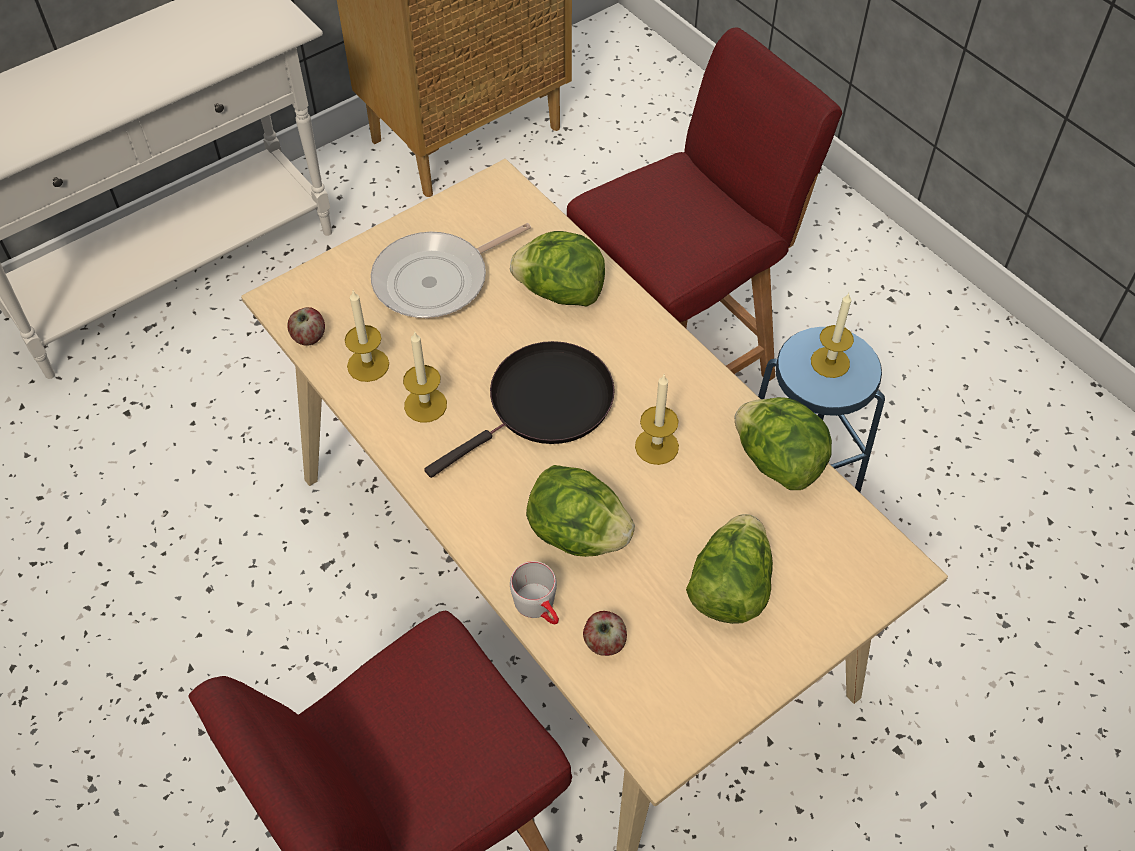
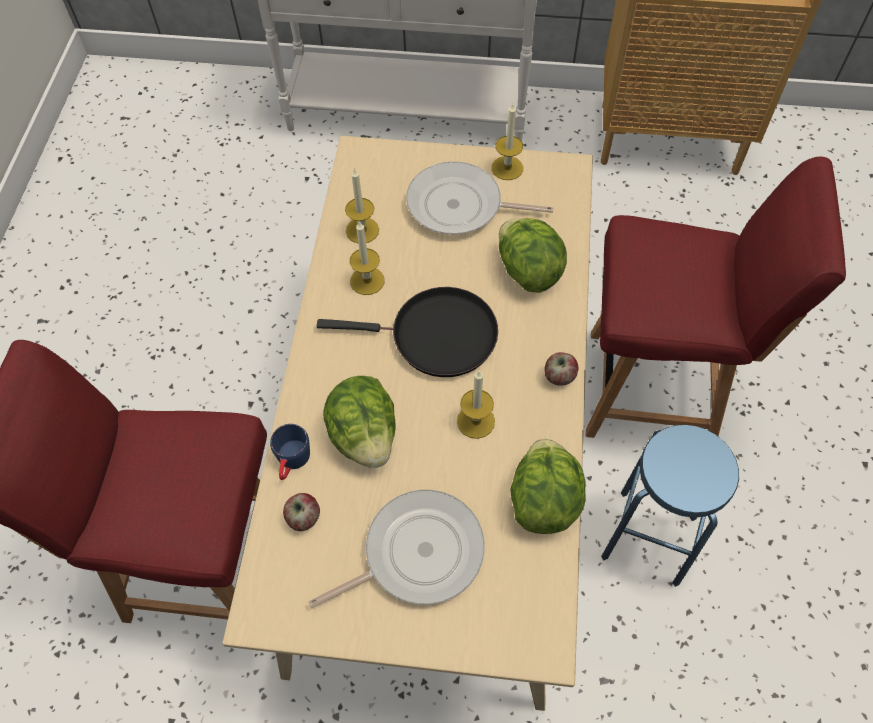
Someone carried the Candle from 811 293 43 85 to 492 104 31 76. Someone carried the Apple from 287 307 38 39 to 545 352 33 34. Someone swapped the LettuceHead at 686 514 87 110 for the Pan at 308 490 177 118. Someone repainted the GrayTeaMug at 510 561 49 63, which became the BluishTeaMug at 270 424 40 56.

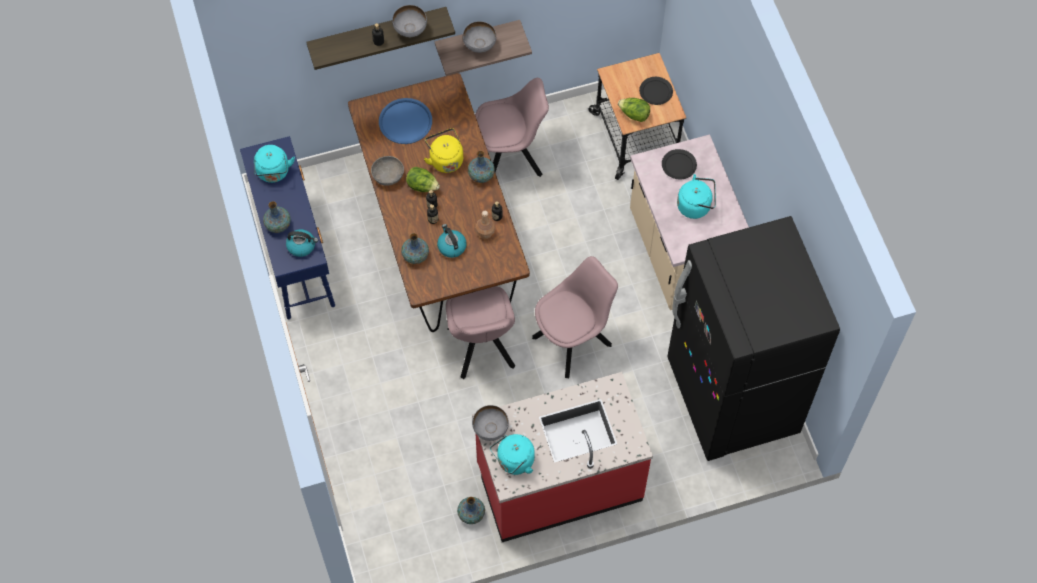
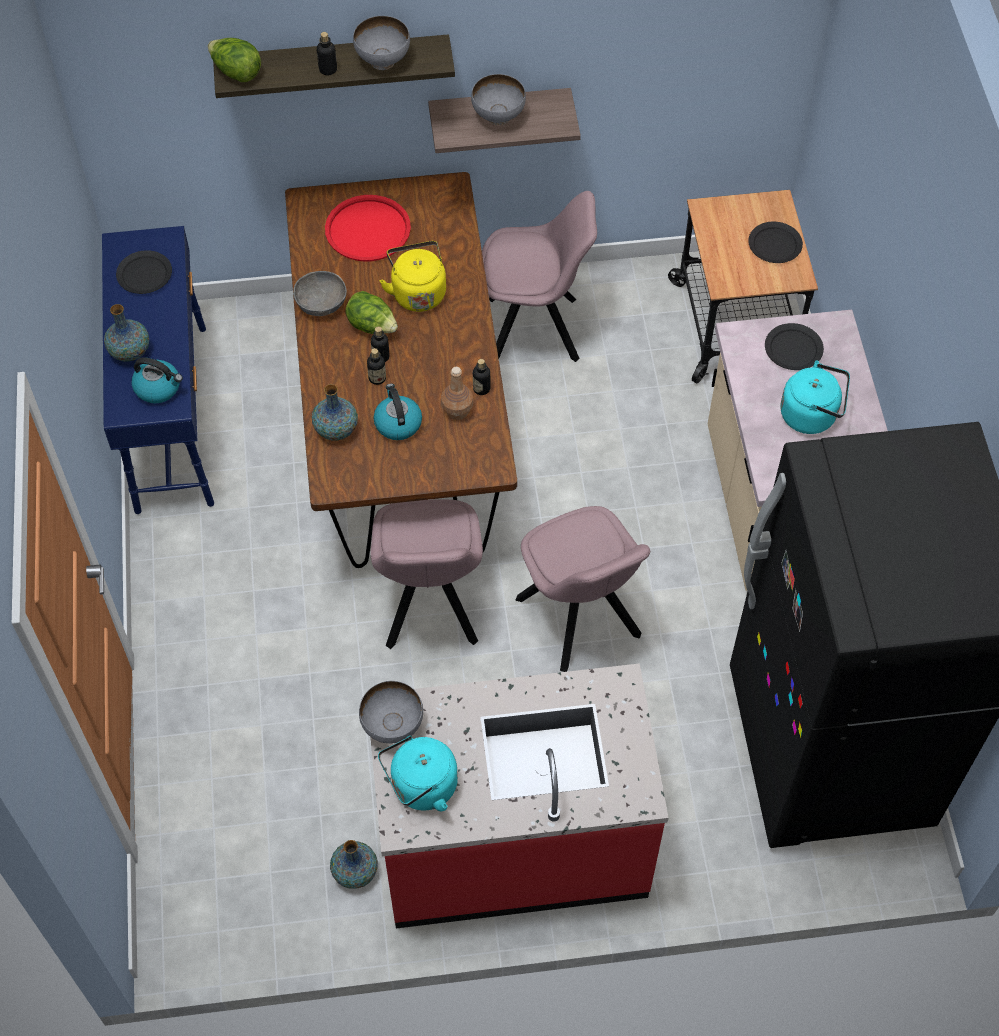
Someone repainted the BluishTray at 379 98 53 46, which became the ReddishTray at 325 195 86 66. Someone carried the LettuceHead from 618 98 32 24 to 208 38 53 44. Someone swapped the BlueGreenWaterKettle at 254 145 41 38 for the BlackColouredDinnerPlate at 116 250 56 44. Someone took away the DecorativeVase at 468 151 27 32. Someone rotated the PinkishUprightChair at 532 256 86 122 by 90 degrees clockwise.

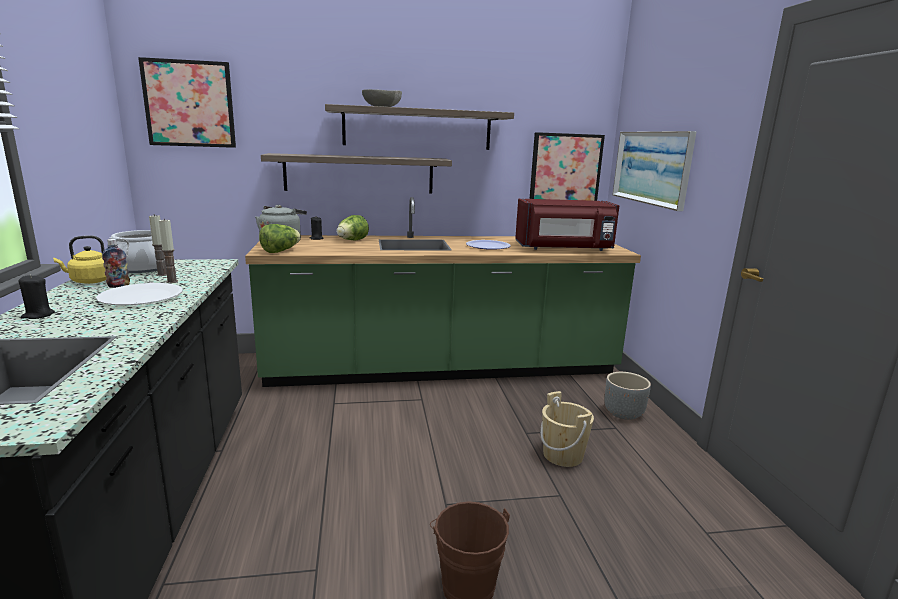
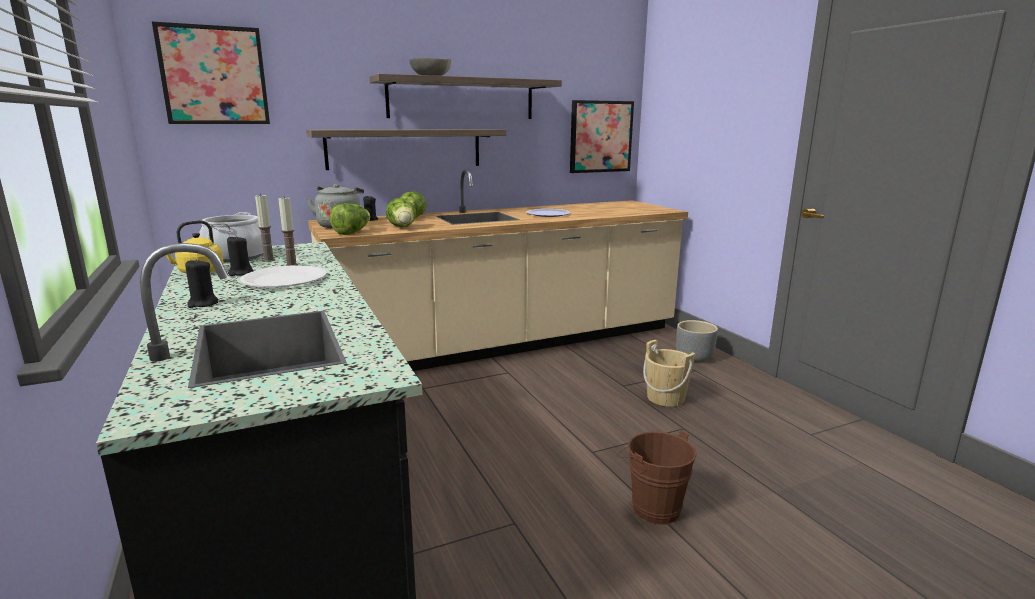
Someone took away the WallPicture at 612 131 85 80. Someone repainted the GreenishKitchenBaseUnit at 245 197 396 190, which became the BeigeColouredKitchenBaseUnit at 308 170 380 201. Someone took away the ReddishKitchenMicrowave at 515 199 104 52. Someone swapped the Bottle at 102 239 28 49 for the BlackColouredCandle at 227 235 26 41. Someone put down the LettuceHead at 386 198 30 29.

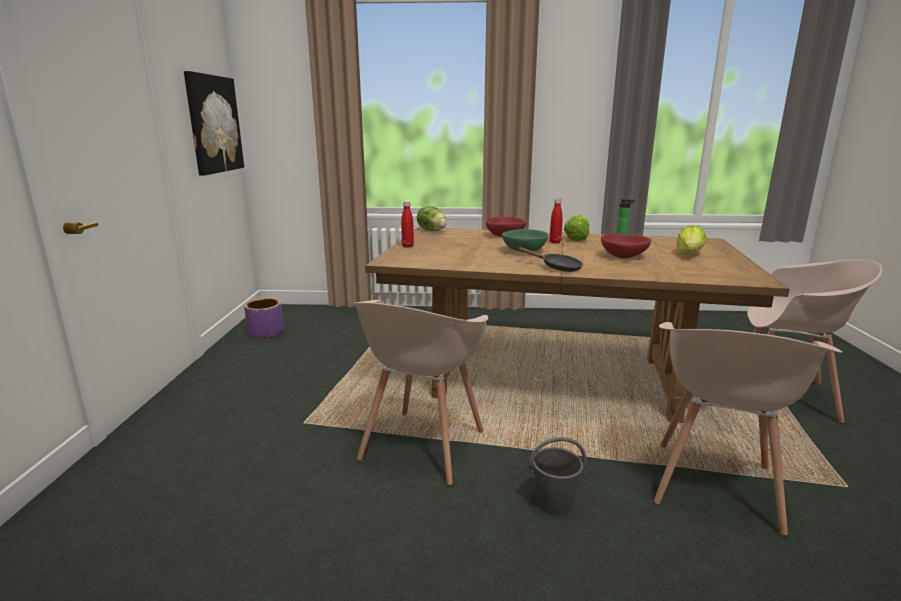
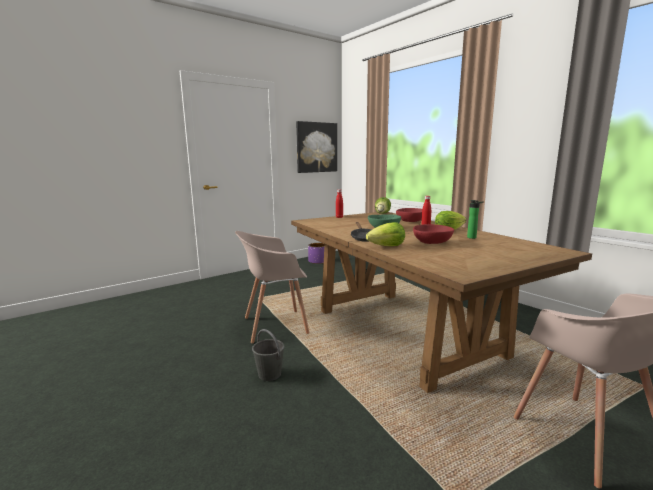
Someone carried the LettuceHead from 676 225 30 29 to 366 222 39 24. Someone took away the BeigeColouredUprightChair at 653 322 189 214.

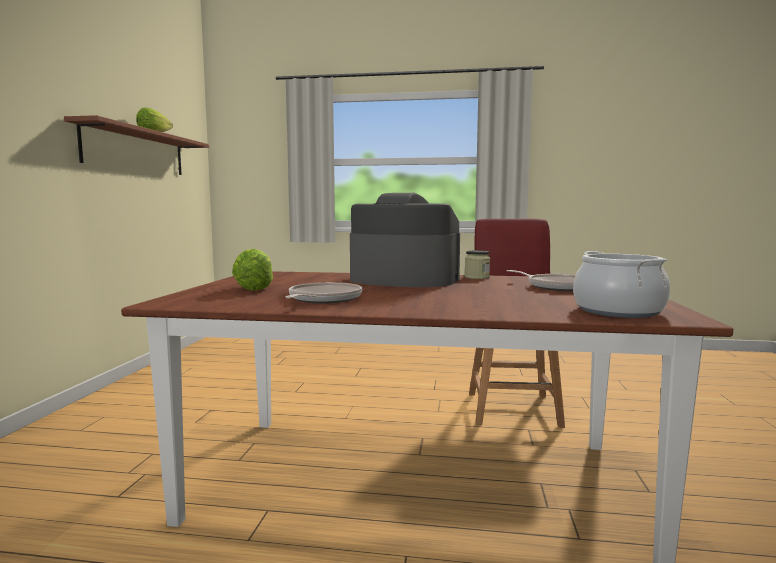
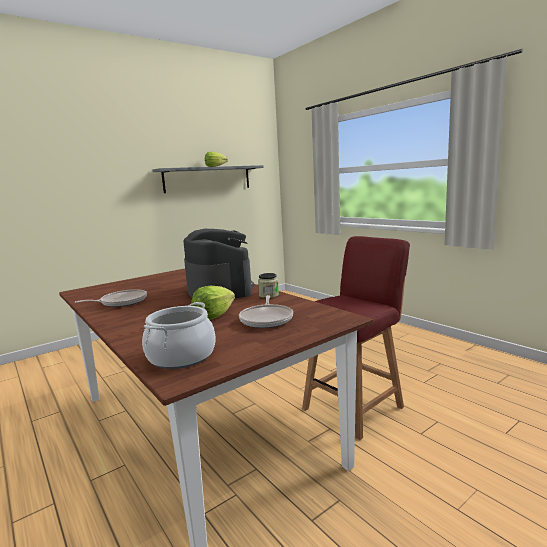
Someone repainted the BrownBracketShelf at 64 115 145 60, which became the GrayBracketShelf at 153 165 111 28. Someone carried the LettuceHead from 232 248 41 43 to 191 286 44 34.

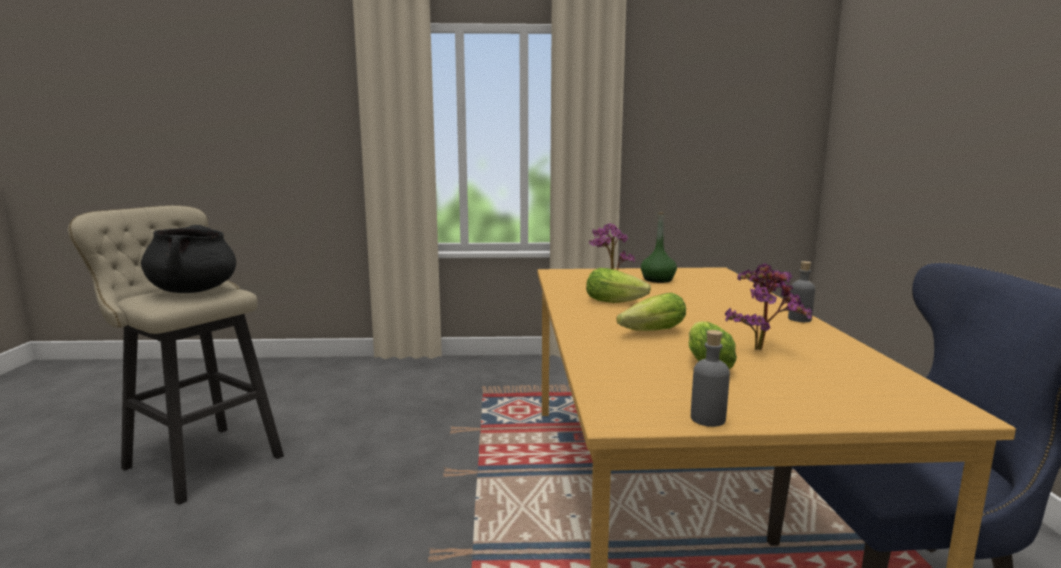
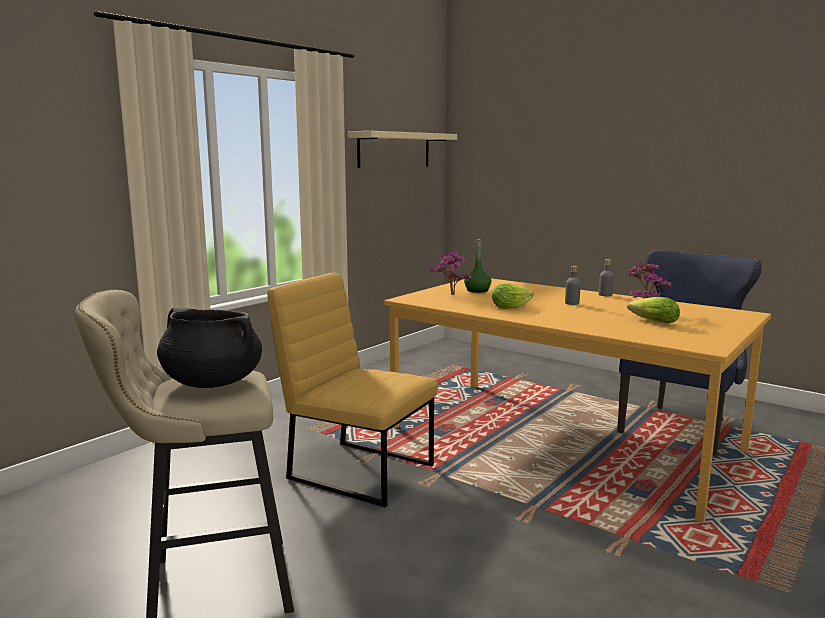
Someone took away the LettuceHead at 617 293 69 38. Someone carried the GrayBottle from 691 330 39 97 to 565 266 16 39. Someone put up the BeigeColouredBracketShelf at 348 131 109 37. Someone put down the YellowUprightChair at 267 273 171 234.

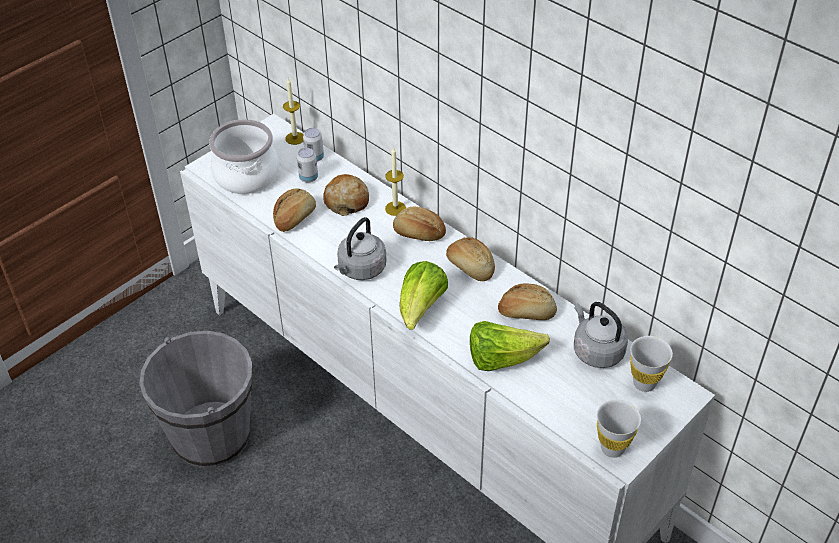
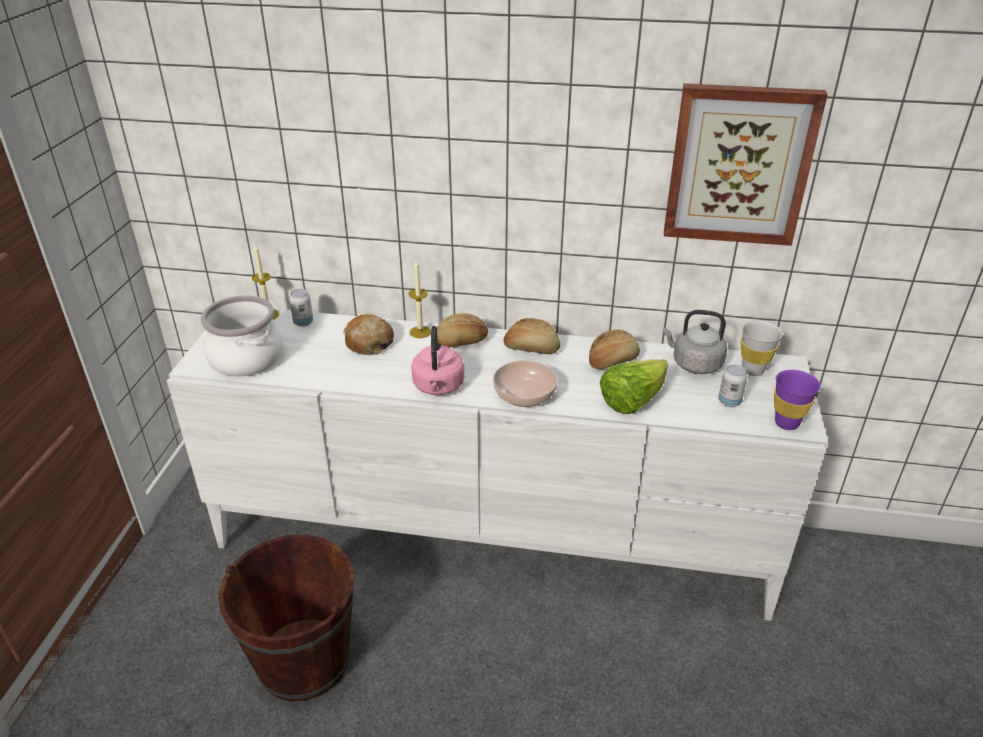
Someone carried the MetalCan from 297 148 21 35 to 718 365 29 42. Someone took away the BakeryBread at 273 188 43 44. Someone repainted the GrayWaterKettle at 334 217 53 63, which became the PinkishWaterKettle at 411 326 53 69. Someone swapped the LettuceHead at 400 261 48 69 for the ServingBowl at 493 360 65 47. Someone repainted the GrayBucket at 139 331 113 137, which became the BrownBucket at 218 535 136 167. Someone repainted the WhiteColouredDrinkingCup at 597 399 44 59, which became the PurpleColouredDrinkingCup at 774 370 47 60. Someone put up the WallPicture at 664 83 164 163.

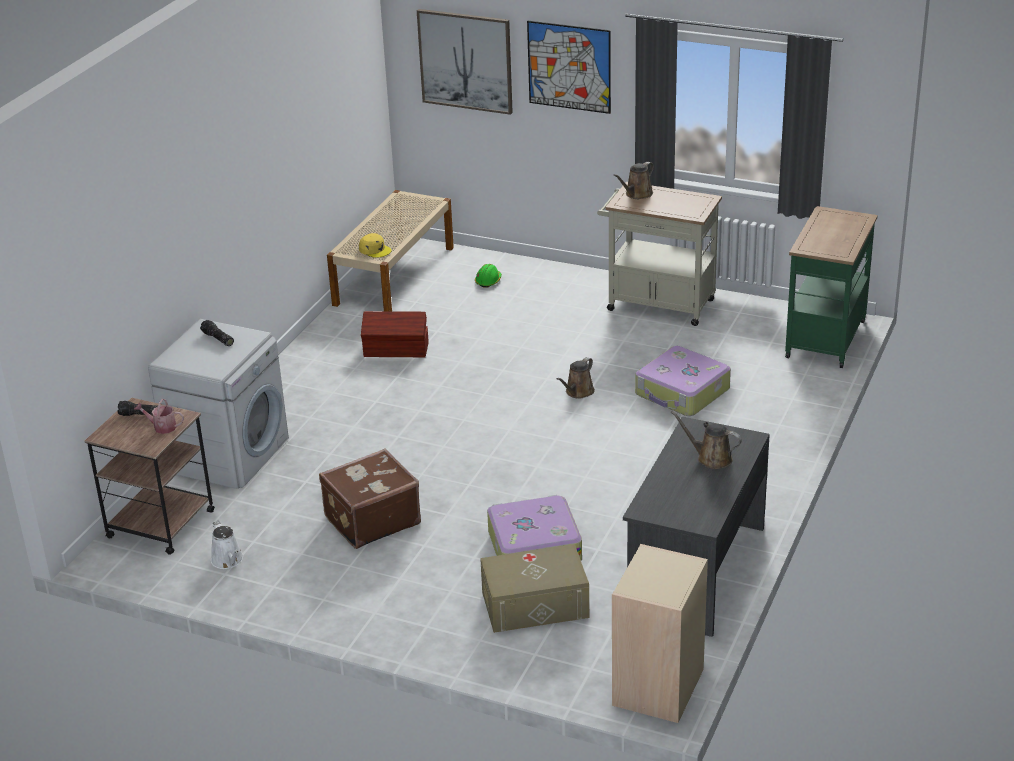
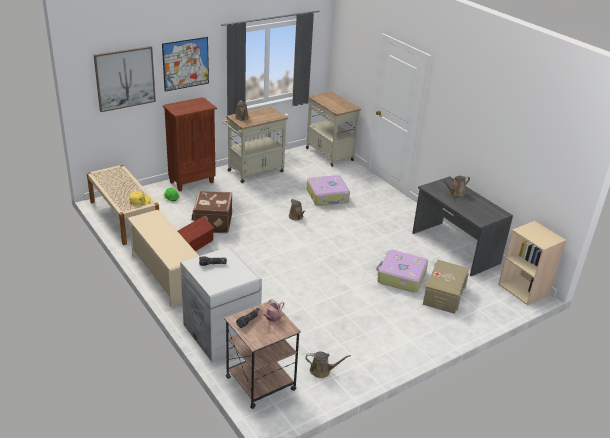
Someone repainted the GreenishWheeledCart at 785 206 93 162, which became the BeigeColouredWheeledCart at 306 91 55 76. Someone carried the BrownTravelCase from 319 449 102 100 to 192 190 40 43. Someone repainted the WhiteColouredWateringCan at 211 521 32 48, which became the BrownWateringCan at 305 352 46 26. Someone put down the BrownCabinet at 163 97 54 95. Someone put down the BeigeColouredShoeRack at 127 210 72 97.

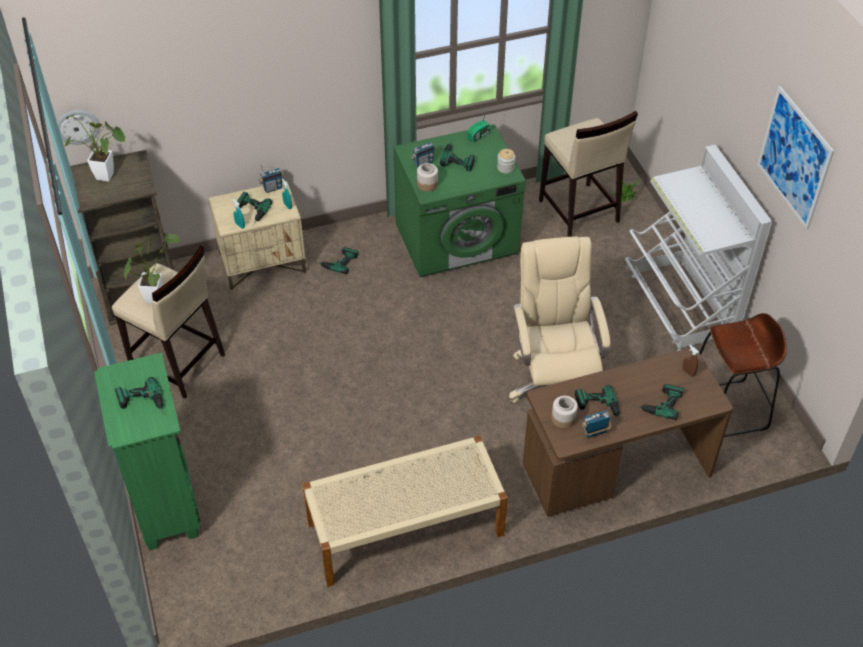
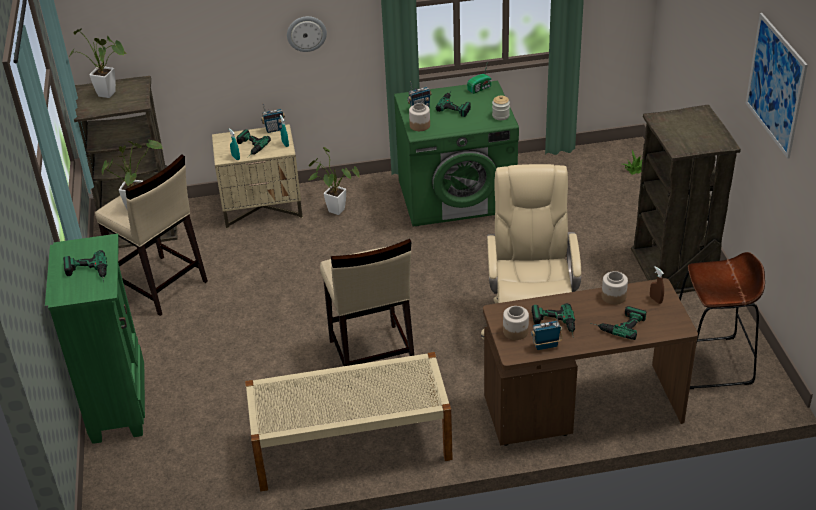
Someone carried the WallClock from 57 110 43 35 to 287 16 40 36. Someone carried the BeigeColouredStool from 539 111 99 126 to 320 239 94 141. Someone swapped the WhiteColouredShoeRack at 625 145 147 206 for the BrownBookshelf at 631 105 110 189. Someone swapped the ElectricDrill at 314 247 44 27 for the PlantInAPot at 309 147 51 68. Someone put down the Jar at 602 271 26 34.

